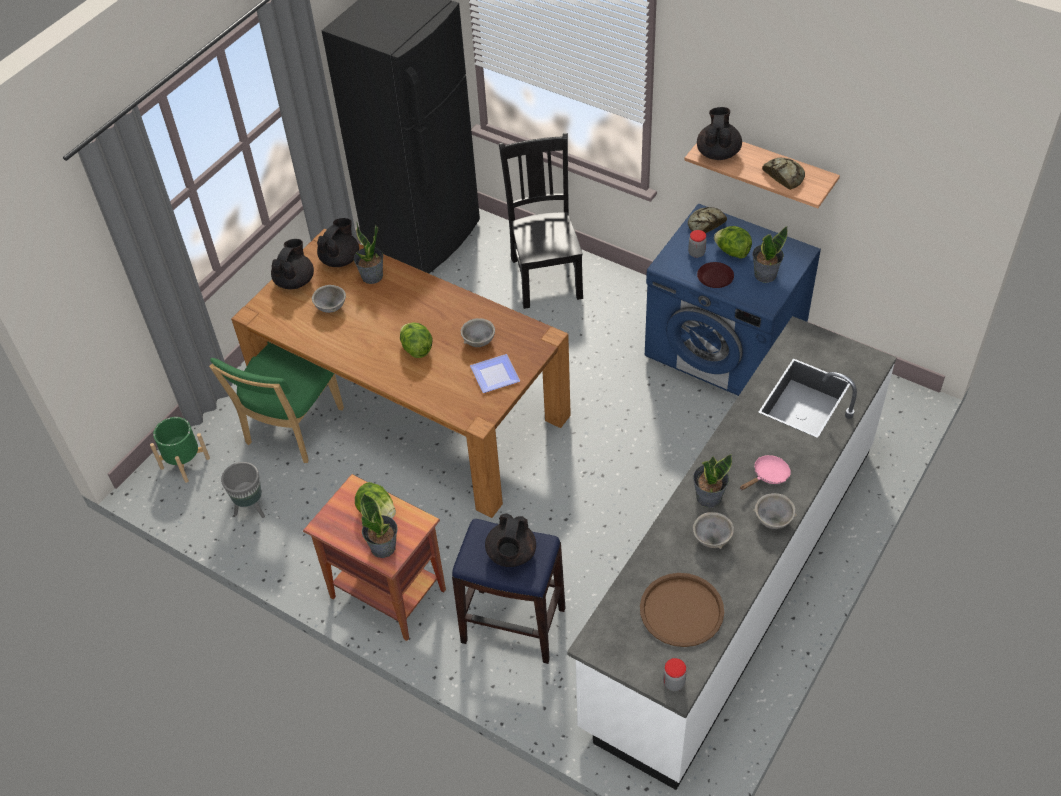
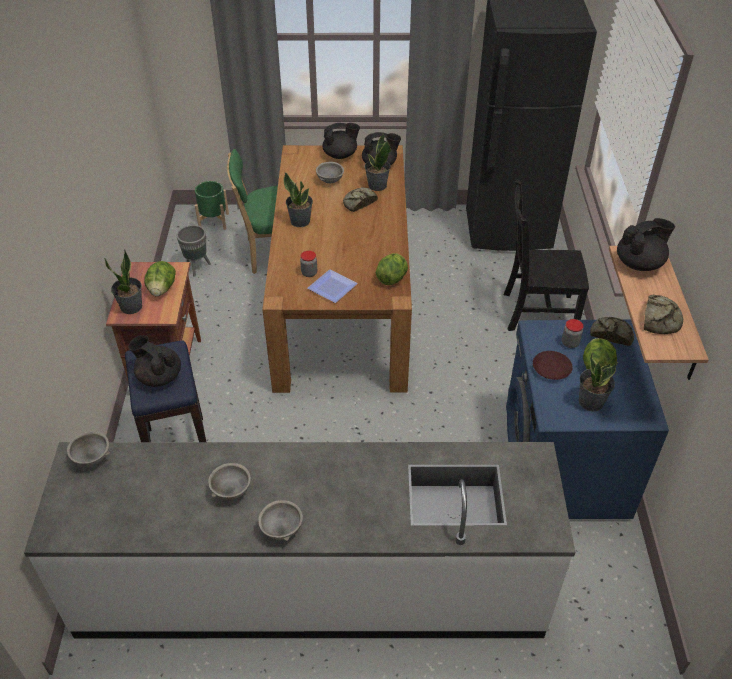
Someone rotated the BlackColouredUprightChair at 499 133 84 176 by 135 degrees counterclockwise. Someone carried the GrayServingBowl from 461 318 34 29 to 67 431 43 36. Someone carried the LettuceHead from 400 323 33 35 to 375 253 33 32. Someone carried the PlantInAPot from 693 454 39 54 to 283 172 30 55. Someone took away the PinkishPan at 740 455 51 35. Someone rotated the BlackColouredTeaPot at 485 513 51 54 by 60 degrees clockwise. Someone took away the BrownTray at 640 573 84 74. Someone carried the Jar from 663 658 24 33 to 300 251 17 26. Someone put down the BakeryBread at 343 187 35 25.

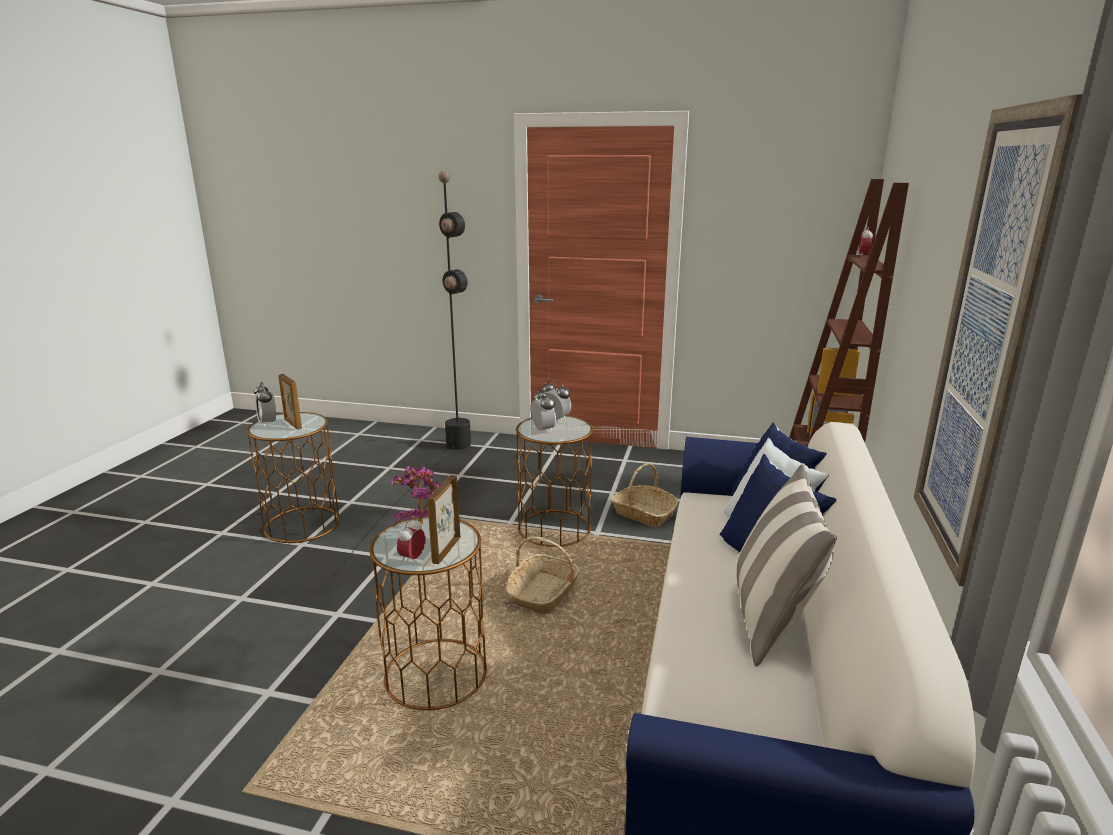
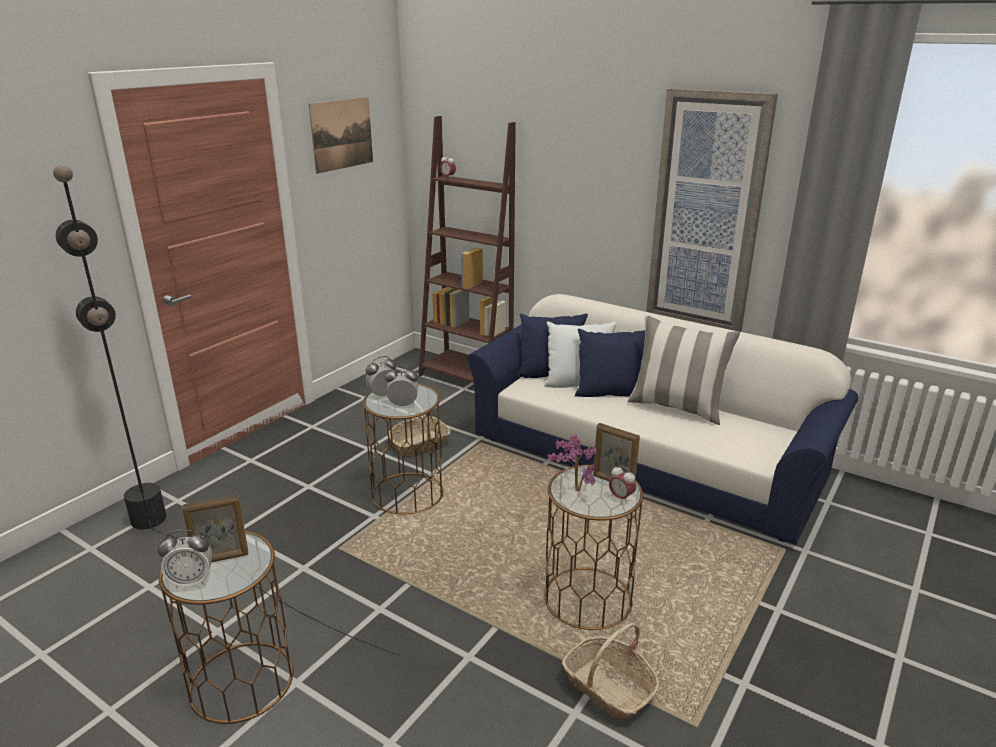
Someone carried the StorageBasket from 506 536 74 78 to 562 623 97 98. Someone put up the WallPicture at 309 97 64 77.

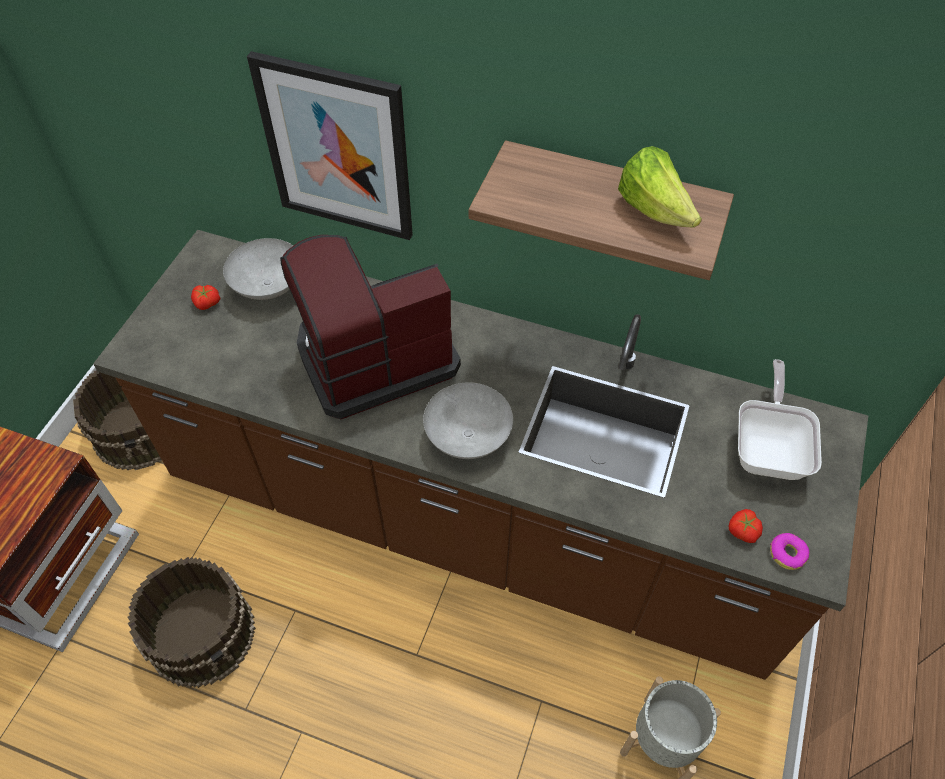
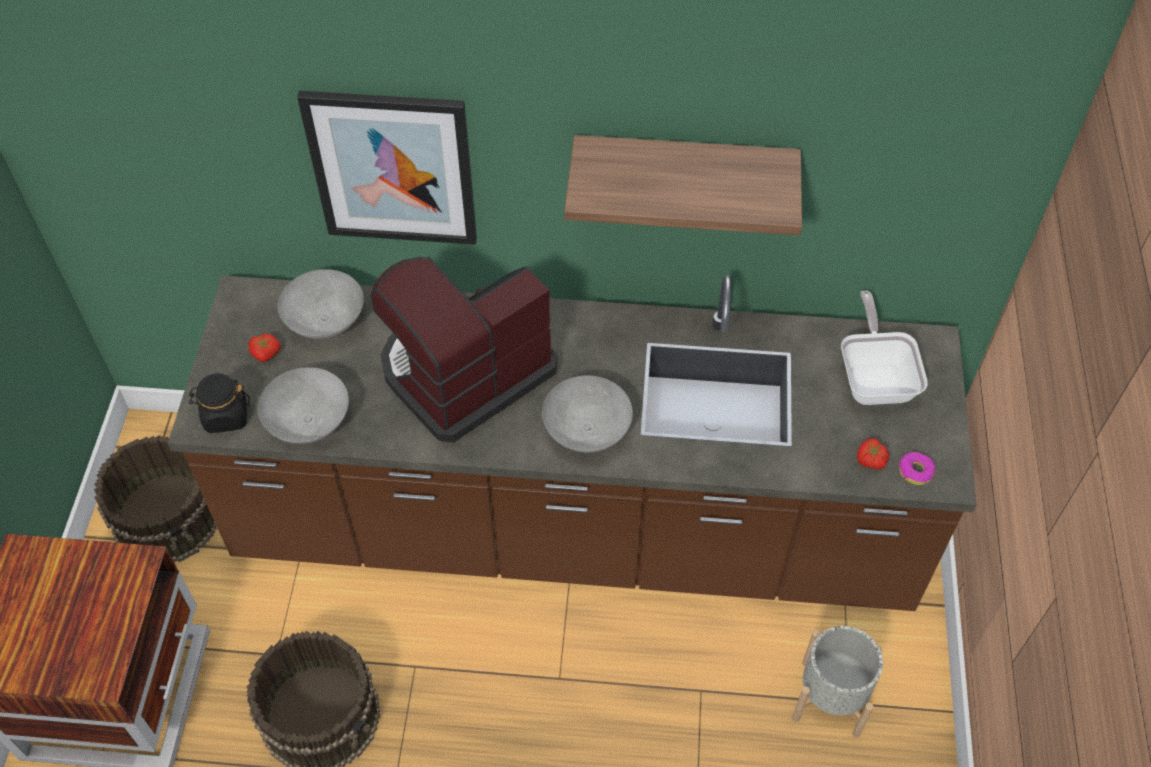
Someone took away the LettuceHead at 618 146 84 81. Someone put down the GrayServingBowl at 258 367 91 77. Someone put down the BlackColouredJar at 189 373 61 60.

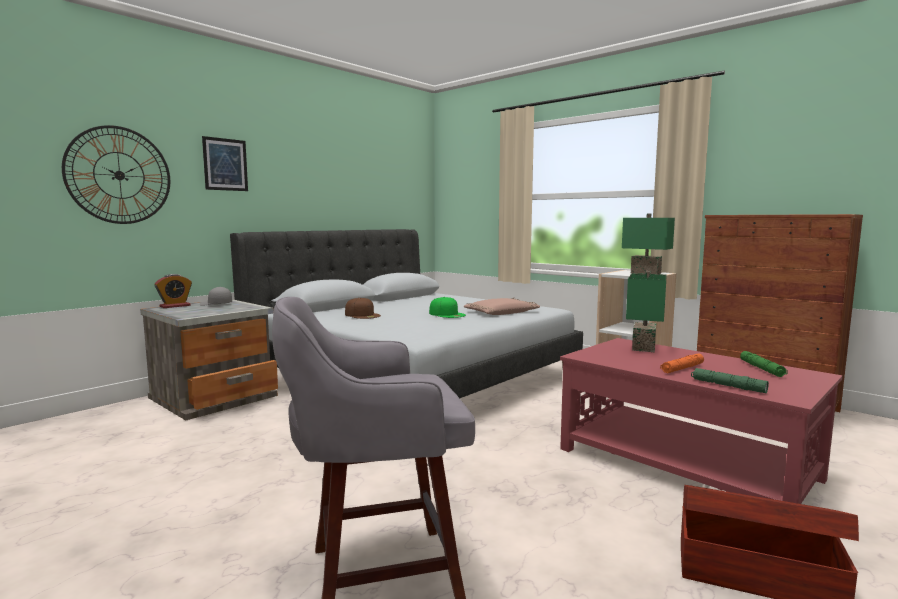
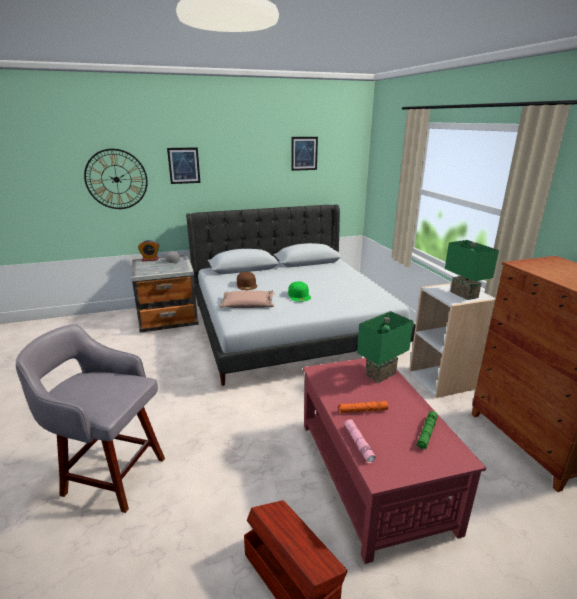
Someone carried the BeigeColouredPillow from 464 298 76 17 to 219 290 55 18. Someone repainted the GreenishHandTorch at 691 368 78 25, which became the PinkishHandTorch at 344 419 32 44. Someone put up the WallPicture at 291 137 27 34.

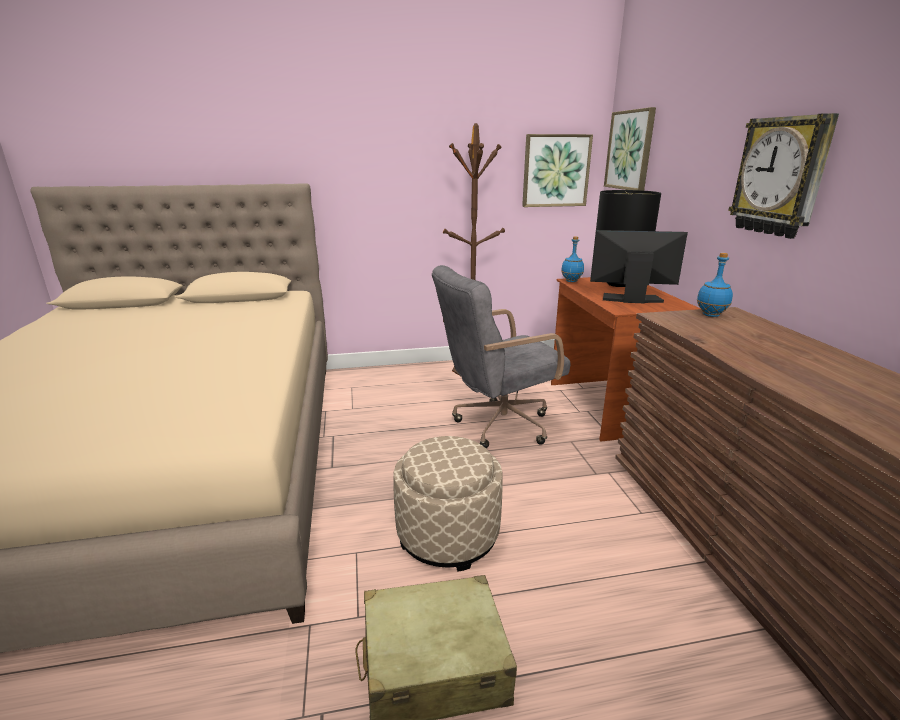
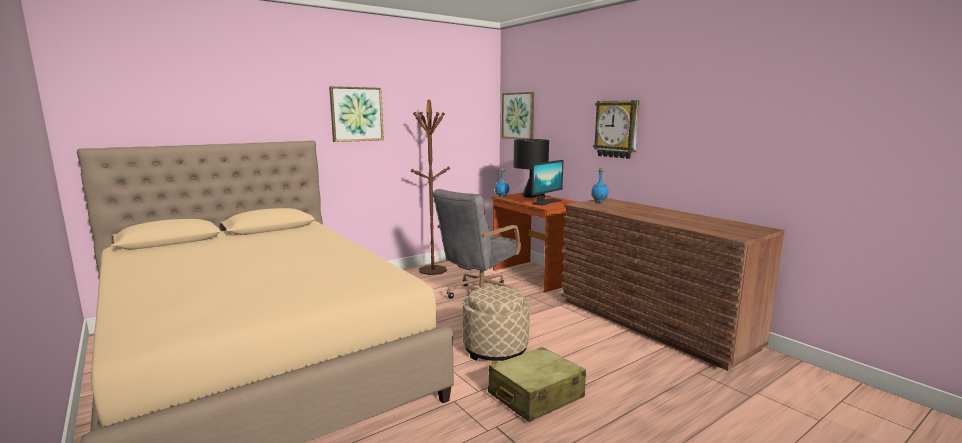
Someone carried the WallPicture from 522 134 71 73 to 329 86 55 56. Someone rotated the ComputerDisplay at 590 230 98 73 by 150 degrees clockwise.

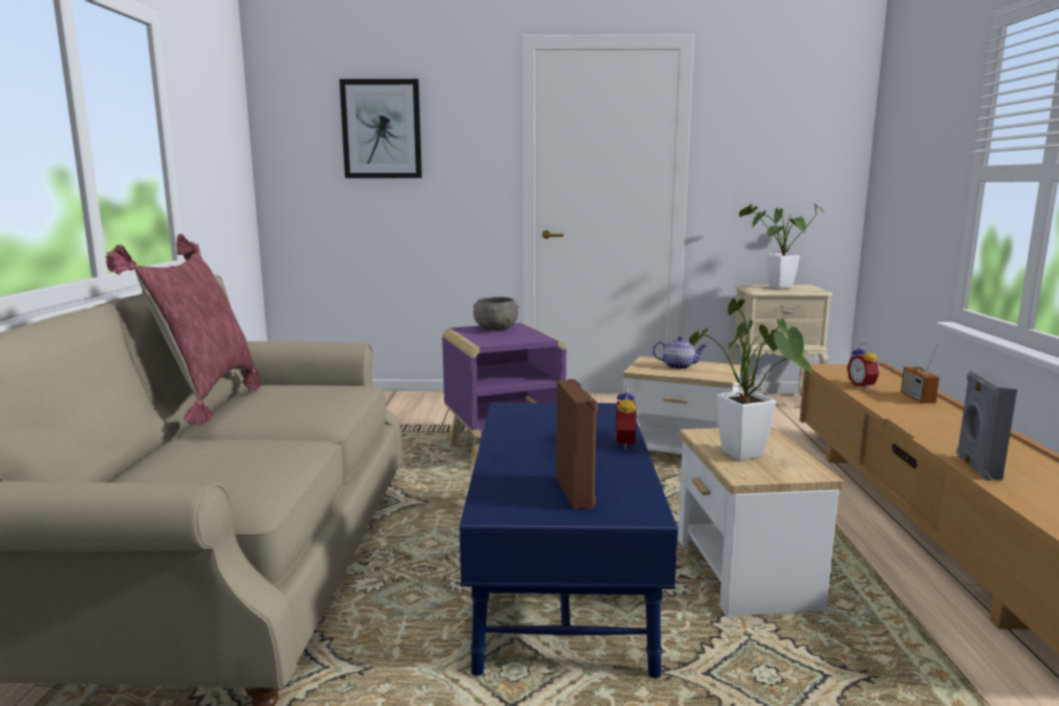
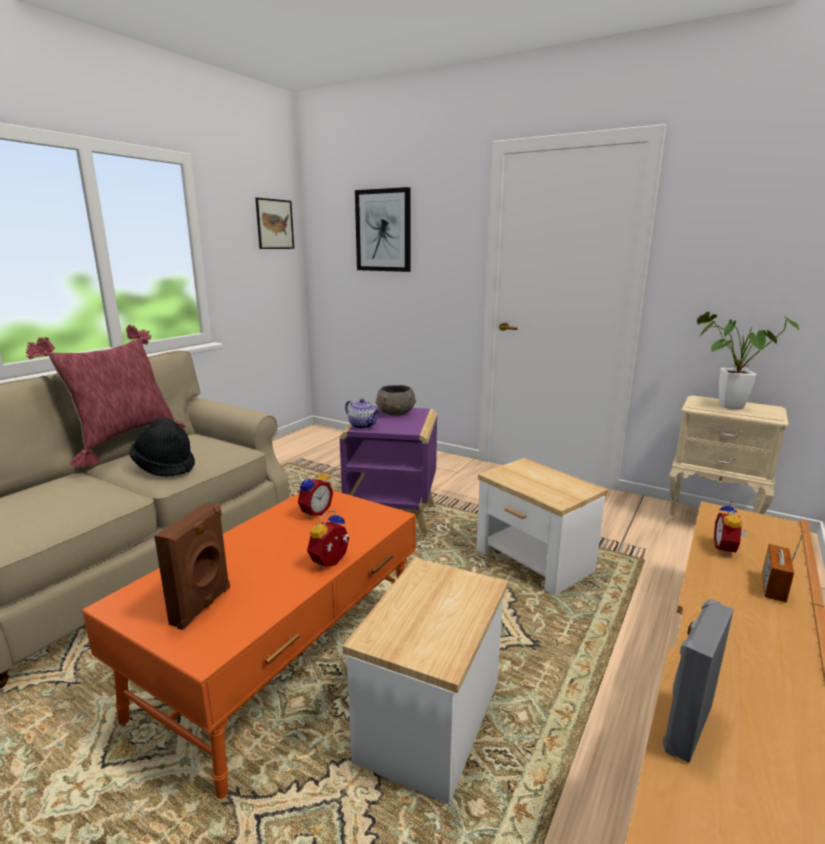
Someone took away the PlantInAPot at 689 299 124 161. Someone carried the TeaPot from 653 336 54 33 to 345 399 35 30. Someone repainted the BluishLoungeTable at 459 402 219 276, which became the OrangeColouredLoungeTable at 82 490 334 309. Someone put up the WallPicture at 255 198 39 51. Someone put down the BlackColouredWearableHat at 129 418 66 59. Someone put down the TableClock at 298 468 35 50.

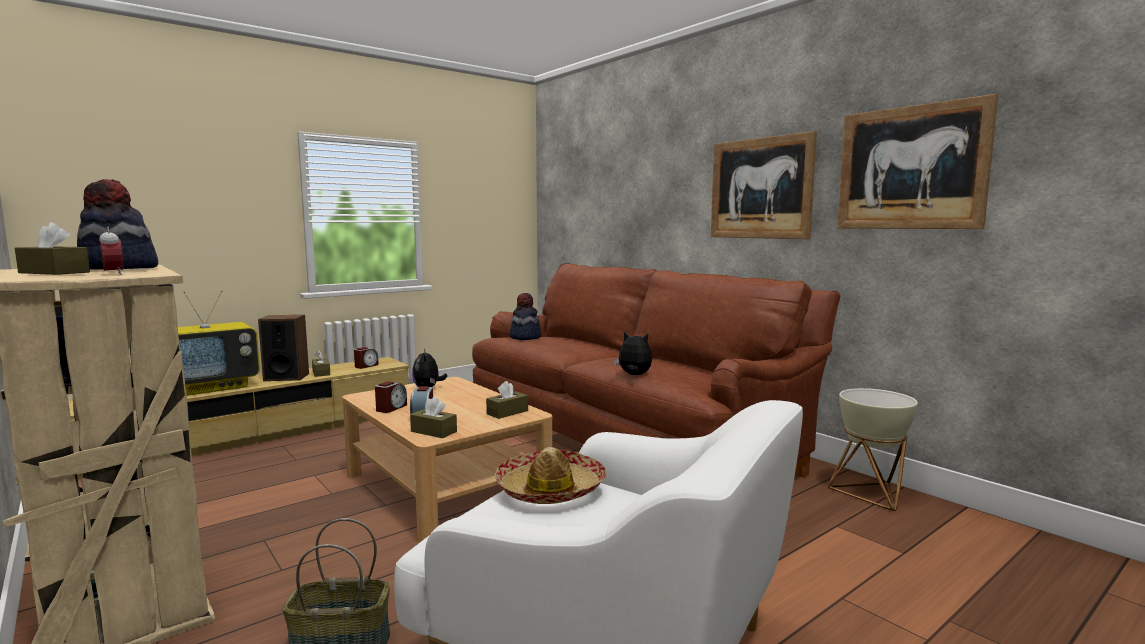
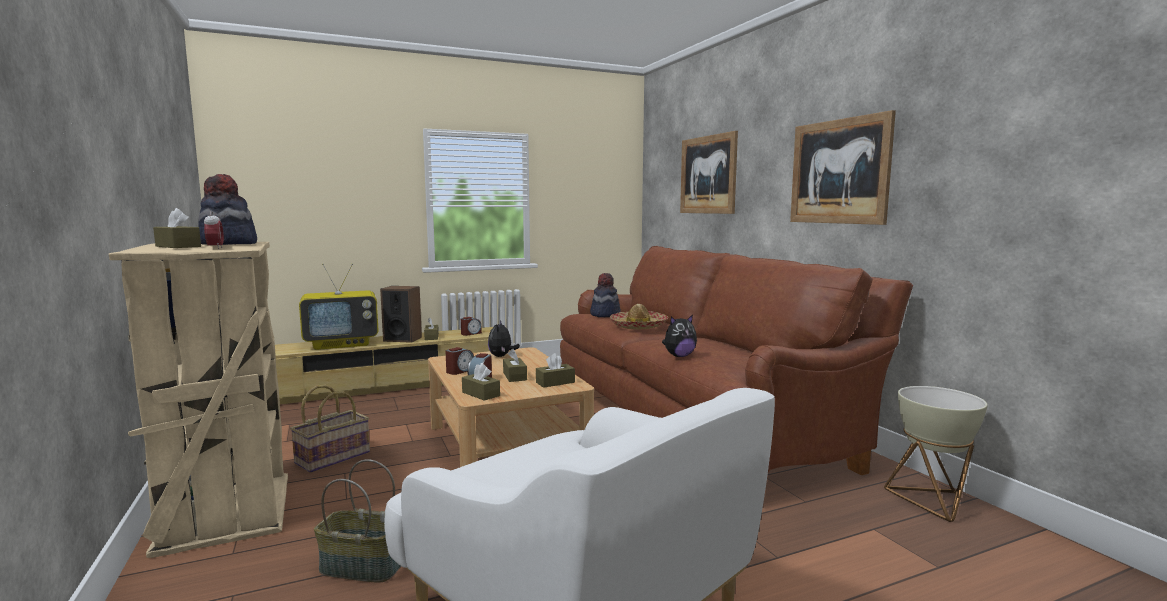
Someone carried the WallPicture from 837 94 161 135 to 680 131 58 83. Someone rotated the PlushToy at 613 332 39 43 by 120 degrees clockwise. Someone carried the WearableHat from 495 447 112 57 to 610 304 58 25. Someone put down the BrownTissueBox at 503 348 24 34. Someone put down the StorageBasket at 290 385 80 88.

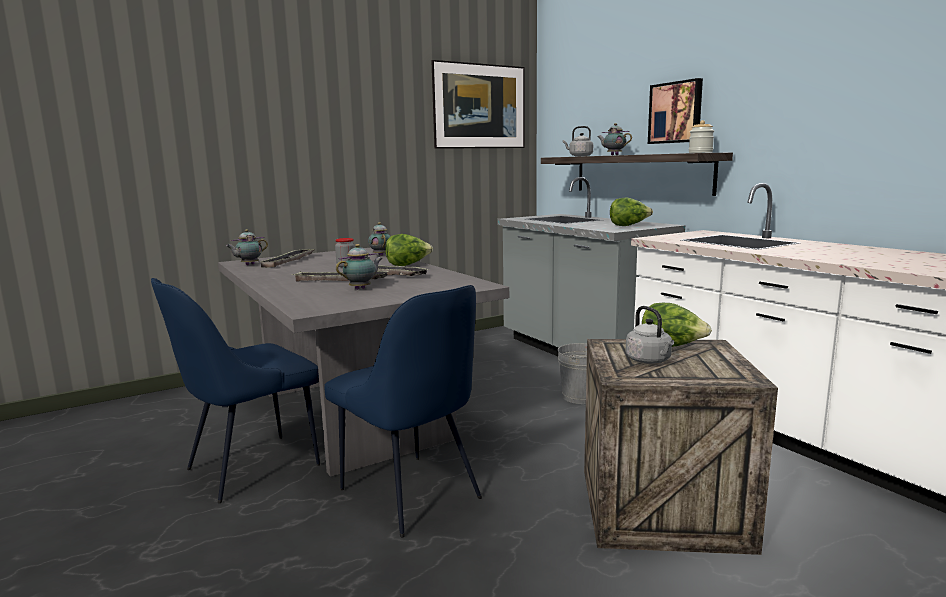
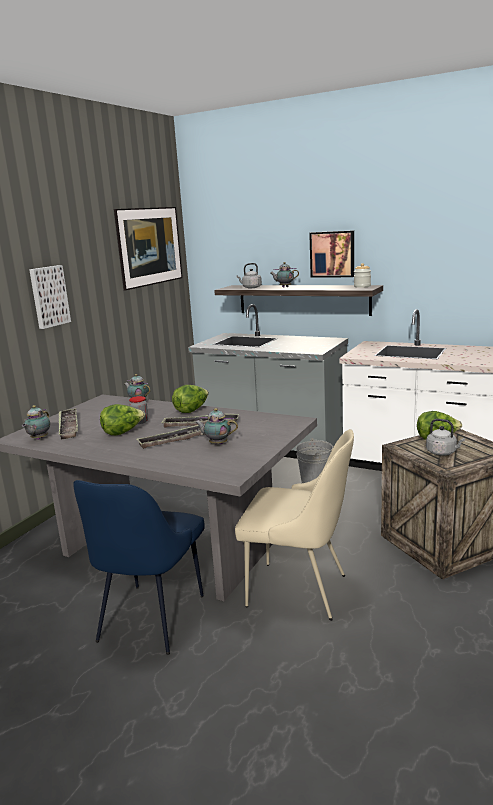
Someone carried the LettuceHead from 610 198 43 28 to 100 404 45 31. Someone rotated the TeaPot at 336 244 46 46 by 90 degrees counterclockwise. Someone repainted the BluishUprightChair at 325 285 157 253, which became the BeigeColouredUprightChair at 235 429 119 192. Someone put up the WallPicture at 29 265 42 64.

